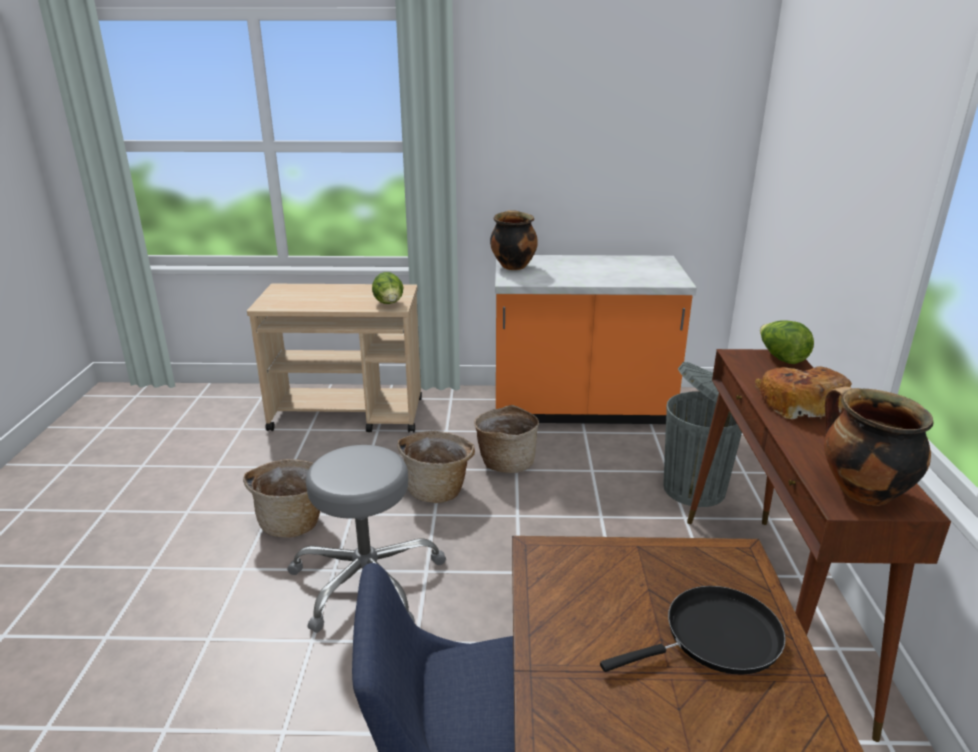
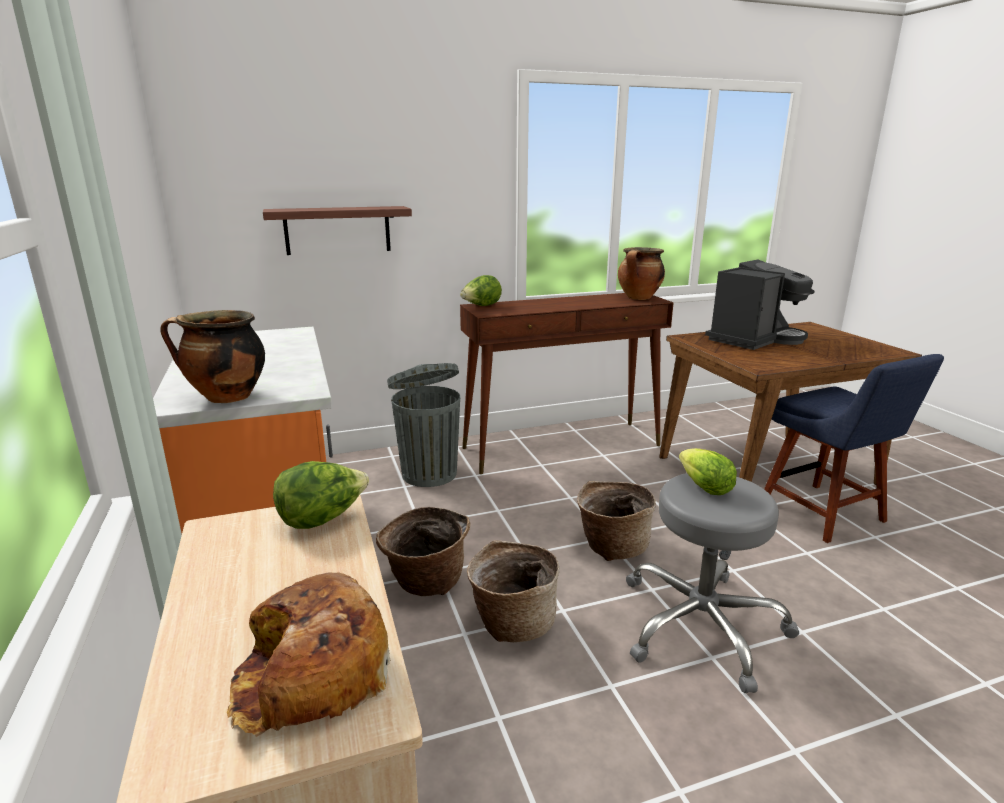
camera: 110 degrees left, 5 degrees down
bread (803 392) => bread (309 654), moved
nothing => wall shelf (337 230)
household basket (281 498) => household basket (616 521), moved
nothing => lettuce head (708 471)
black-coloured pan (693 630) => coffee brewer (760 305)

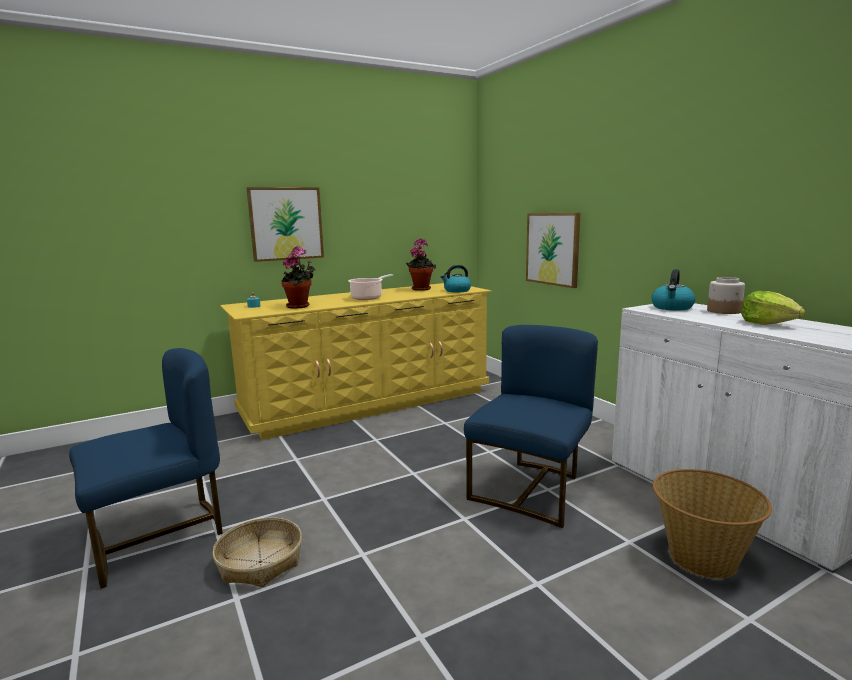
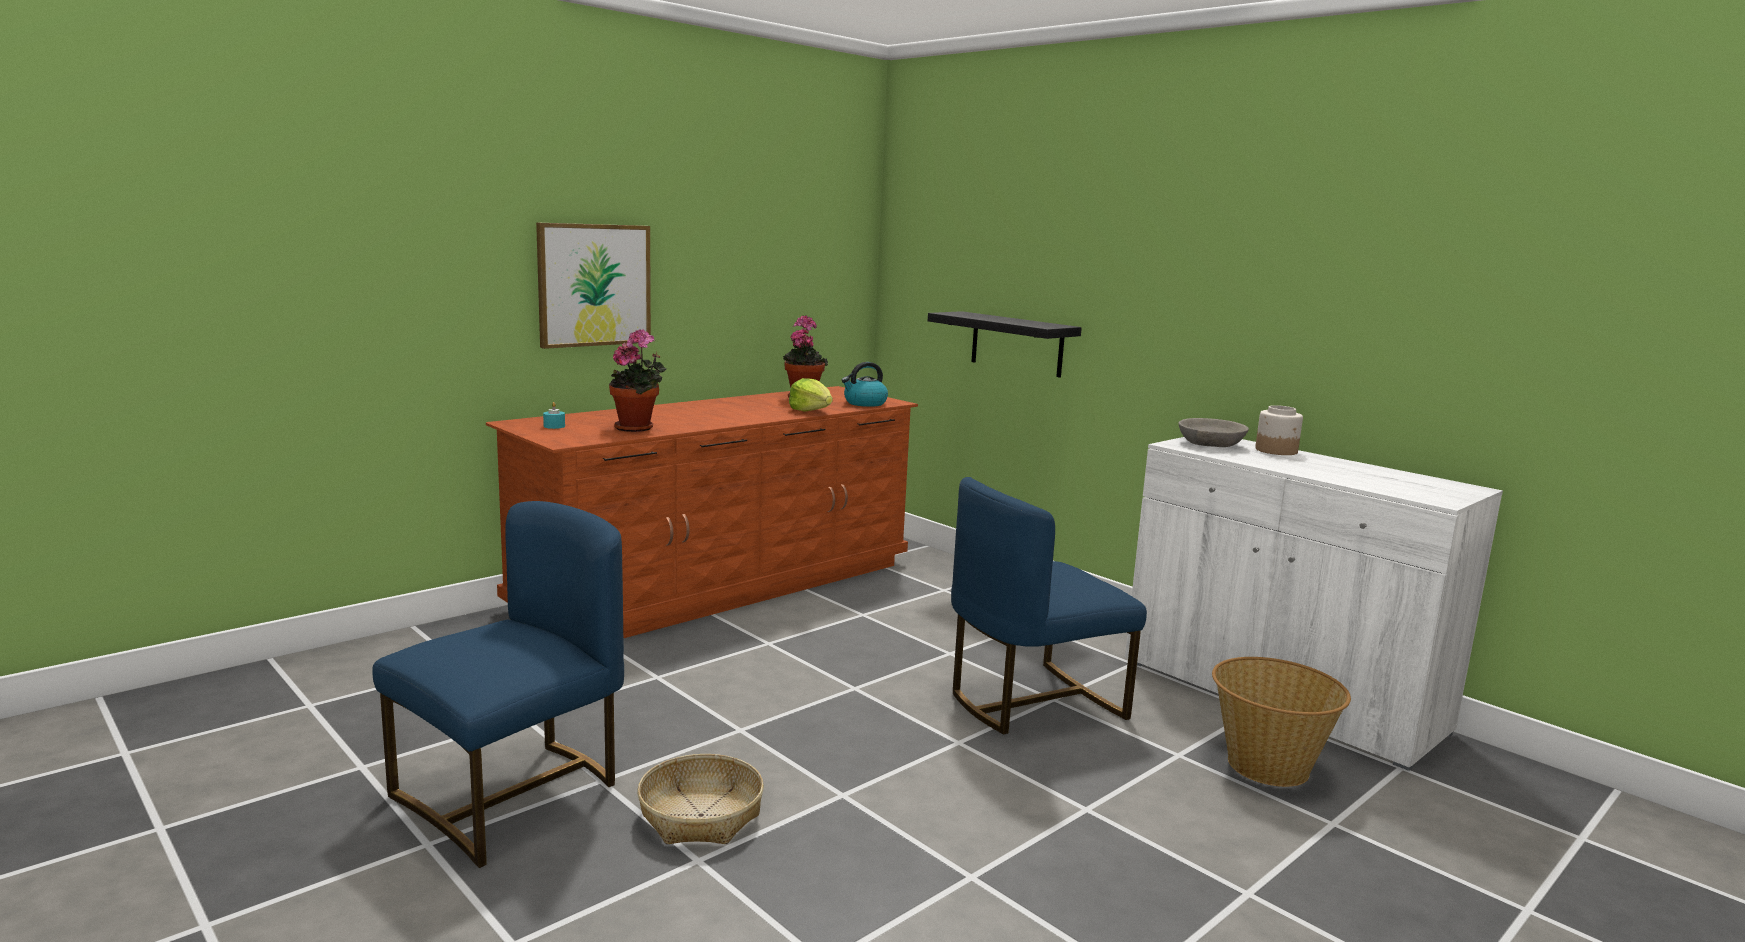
camera: 15 degrees left, 0 degrees up
yellow drawer chest (356 361) => brown-coloured drawer chest (702 512)
lettuce head (773 308) => lettuce head (811 395), moved
wall picture (553 250) => black-coloured wall shelf (1005 344)
blue-coloured chair (531 426) => blue-coloured chair (1049 605), 135 degrees counterclockwise
tea kettle (674 289) => grey deep dish (1214 432)
cooking pot (370 287) => nothing

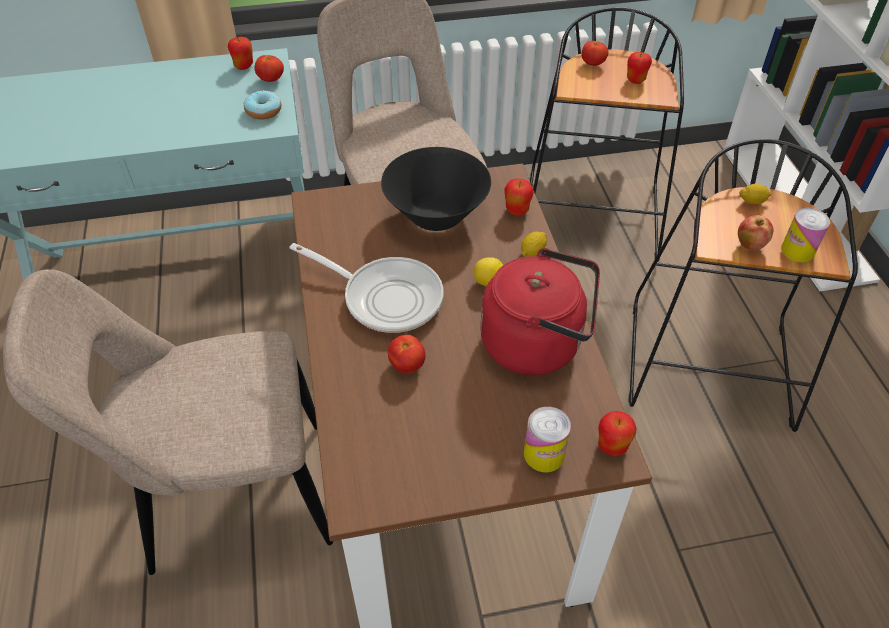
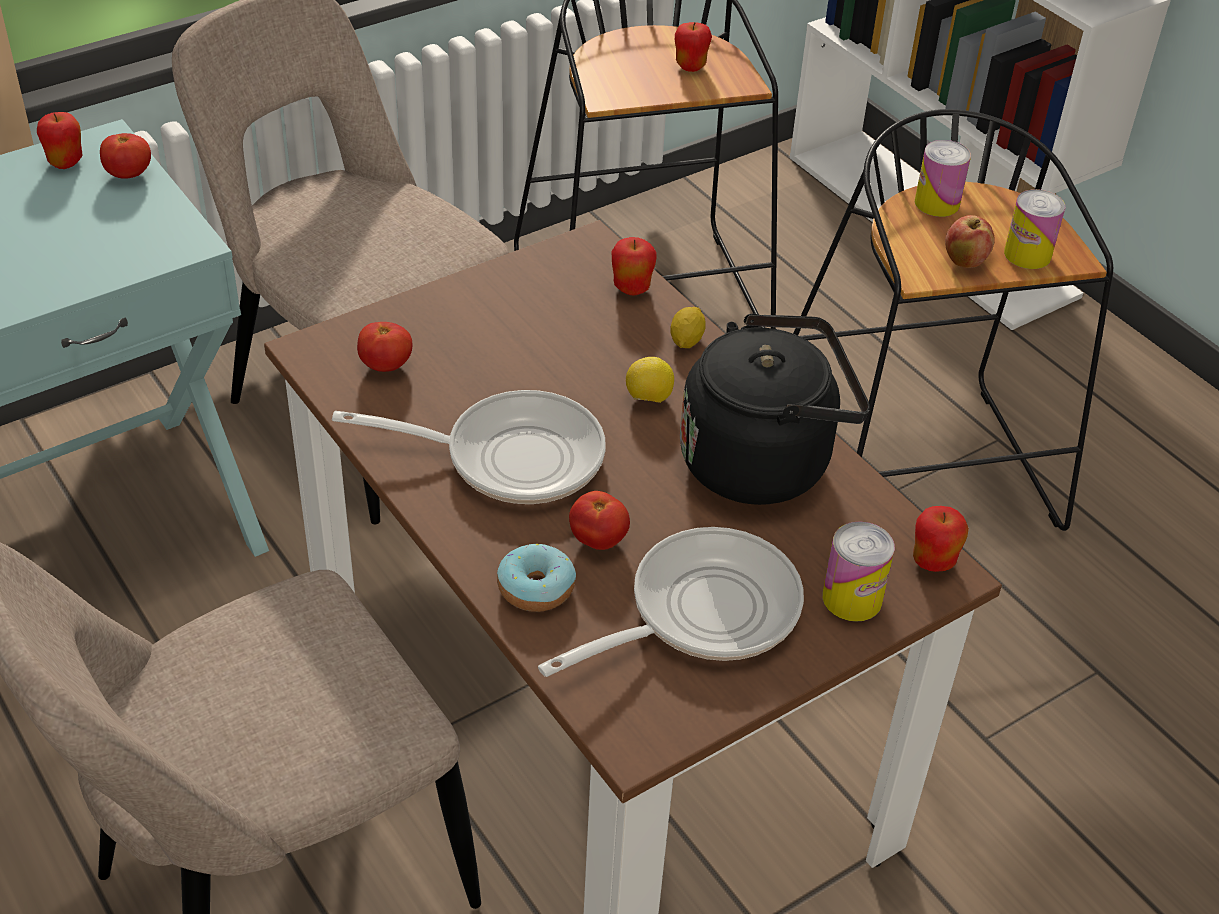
camera: 25 degrees left, 5 degrees down
whole tomato (594 53) => whole tomato (384 347), moved
donut (262 105) => donut (536 578), moved
nothing => pan (671 602)
red-coloured tea kettle (540 311) => black-coloured tea kettle (775 409)
whole lemon (755 194) => metal can (943 178)
black-coloured deep dish (436 189) => nothing

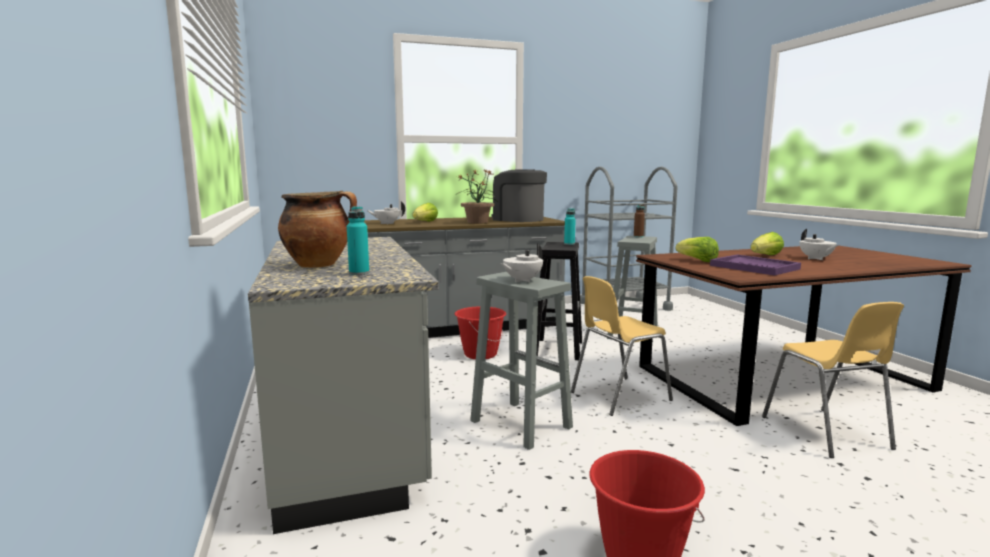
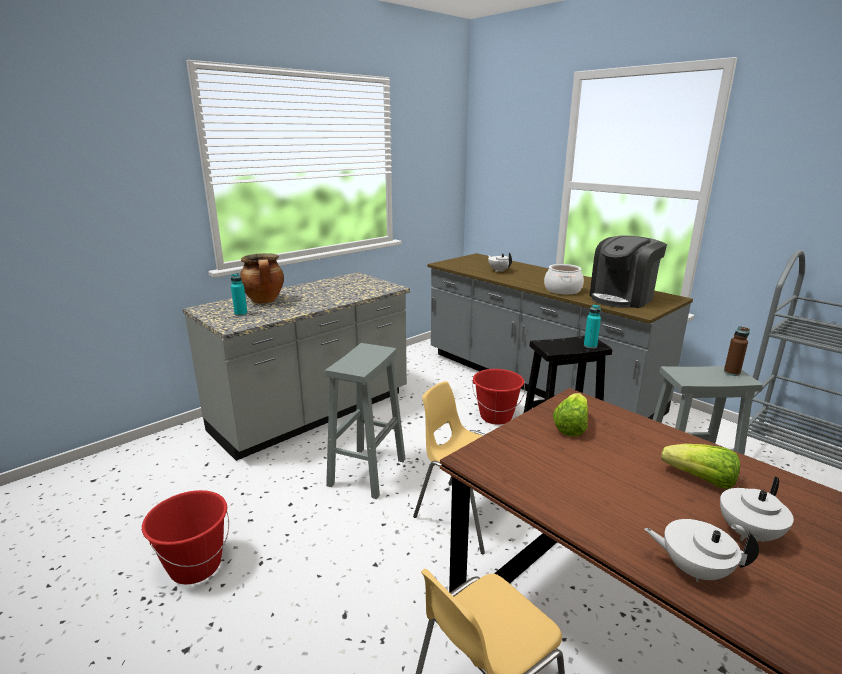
camera: 65 degrees right, 10 degrees up
plant in a pot (476 196) => cooking pot (564 279)
coffee brewer (519 196) => coffee brewer (628 271), 150 degrees counterclockwise
white-coloured pot for tea (521 263) => white-coloured pot for tea (701 550), moved
lettuce head (425 212) => nothing
purple-coloured serving tray (755 265) => nothing

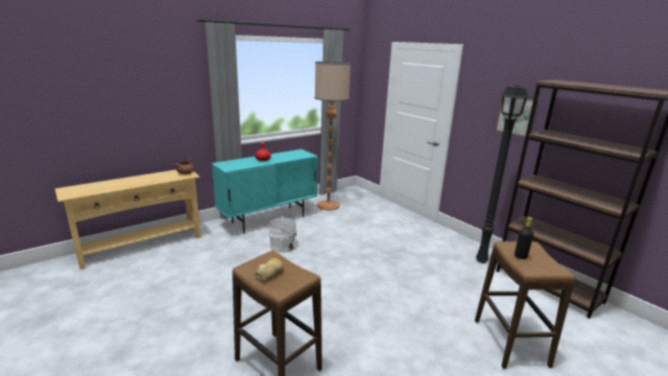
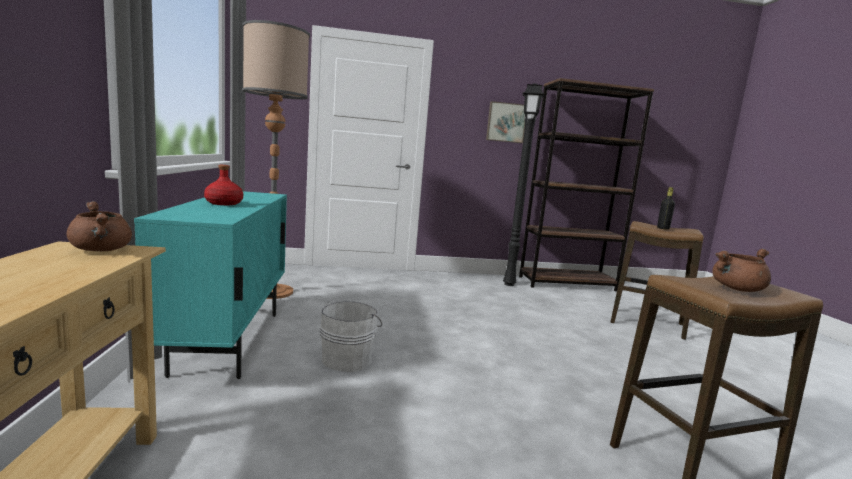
camera: 60 degrees left, 10 degrees down
bread (269 269) => brown-coloured cooking pot (741 270)

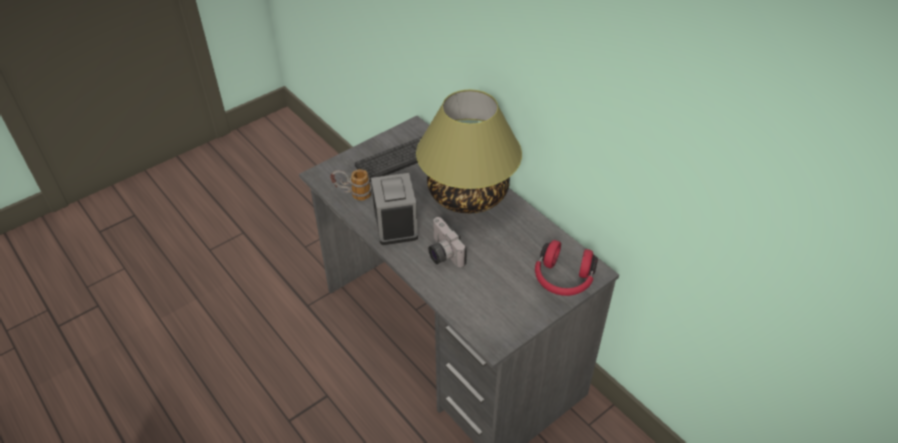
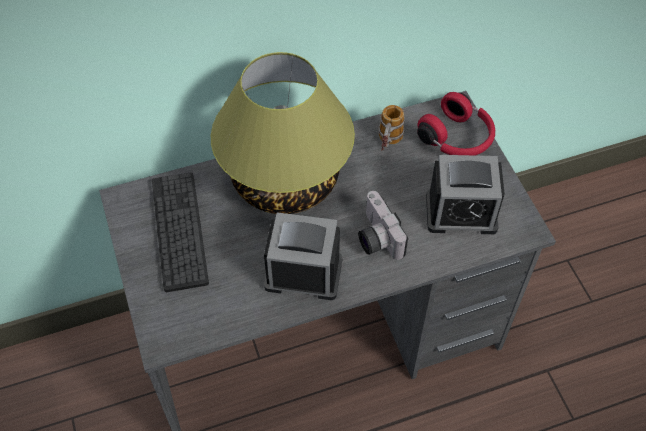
camera: 70 degrees left, 10 degrees up
photo camera (447 242) => photo camera (383 225), 75 degrees clockwise
coffee mug (350 185) => coffee mug (391 128), moved
nothing => bedside clock (465 194)

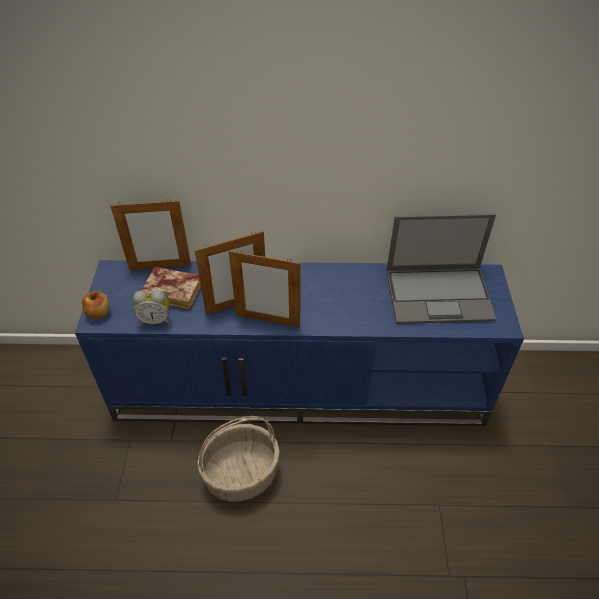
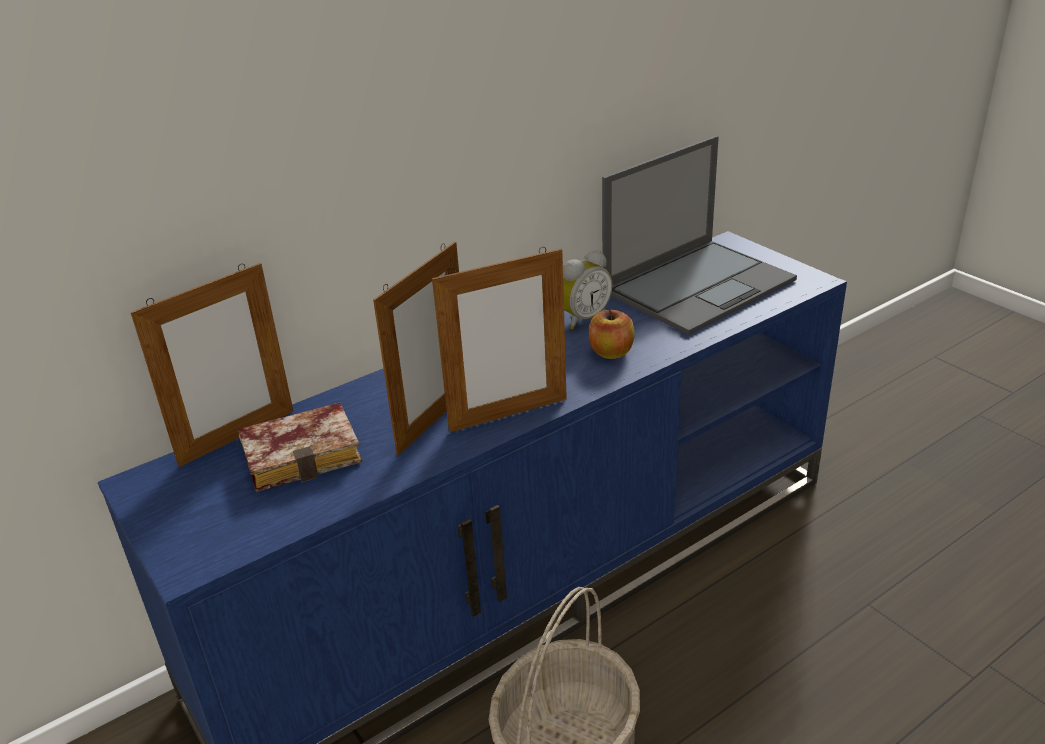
camera: 35 degrees left, 15 degrees down
bedside clock (151 307) => bedside clock (588 289), moved
apple (96 305) => apple (612 334), moved

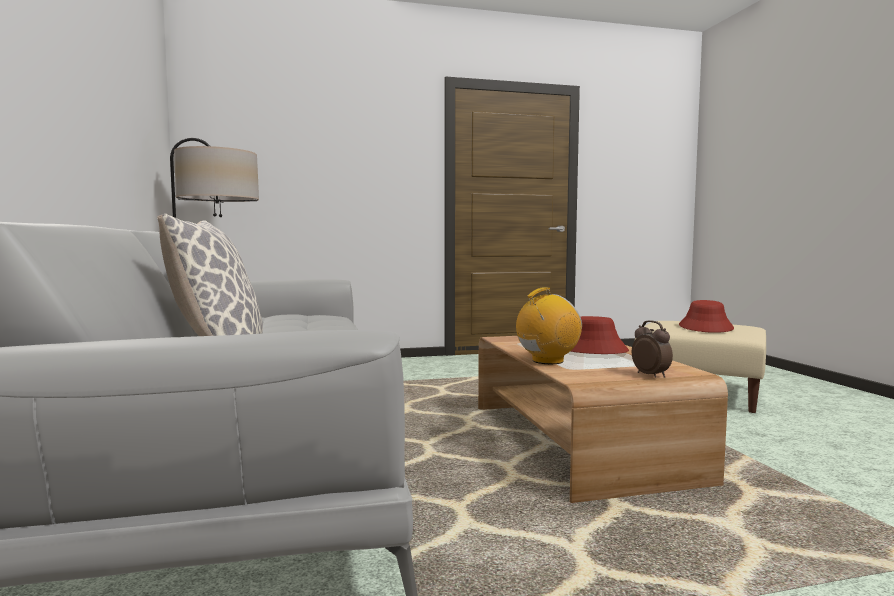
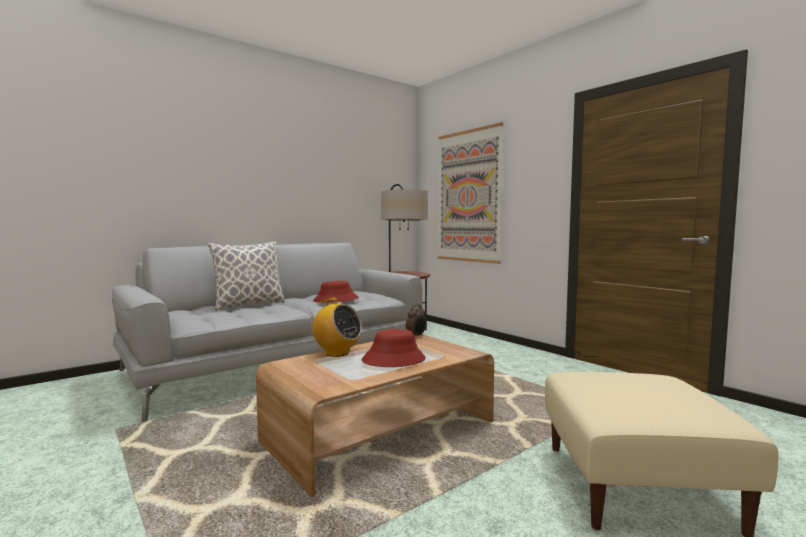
camera: 65 degrees right, 0 degrees up
red-coloured wearable hat (706 316) => red-coloured wearable hat (336 292), moved
bedside clock (652 349) => bedside clock (416 321), moved
nothing => wall picture (470 193)

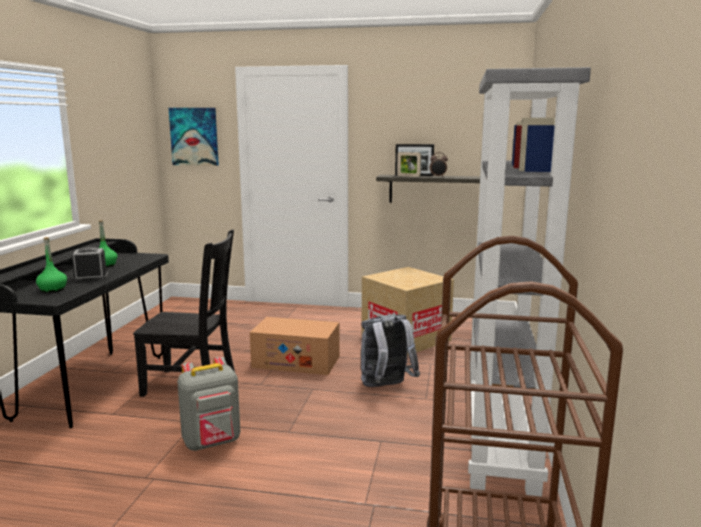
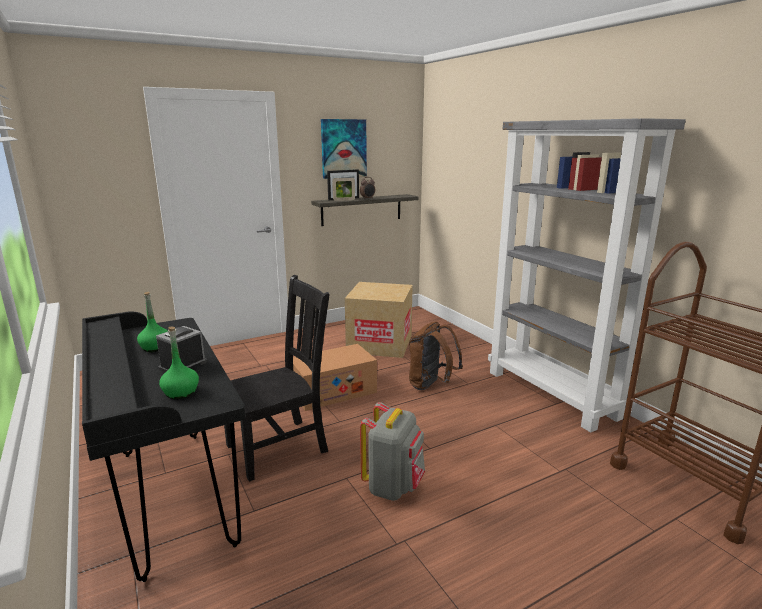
camera: 40 degrees left, 5 degrees up
wall picture (194 137) => wall picture (344 149), moved
grey rucksack (390 350) => brown-coloured rucksack (436 356)

